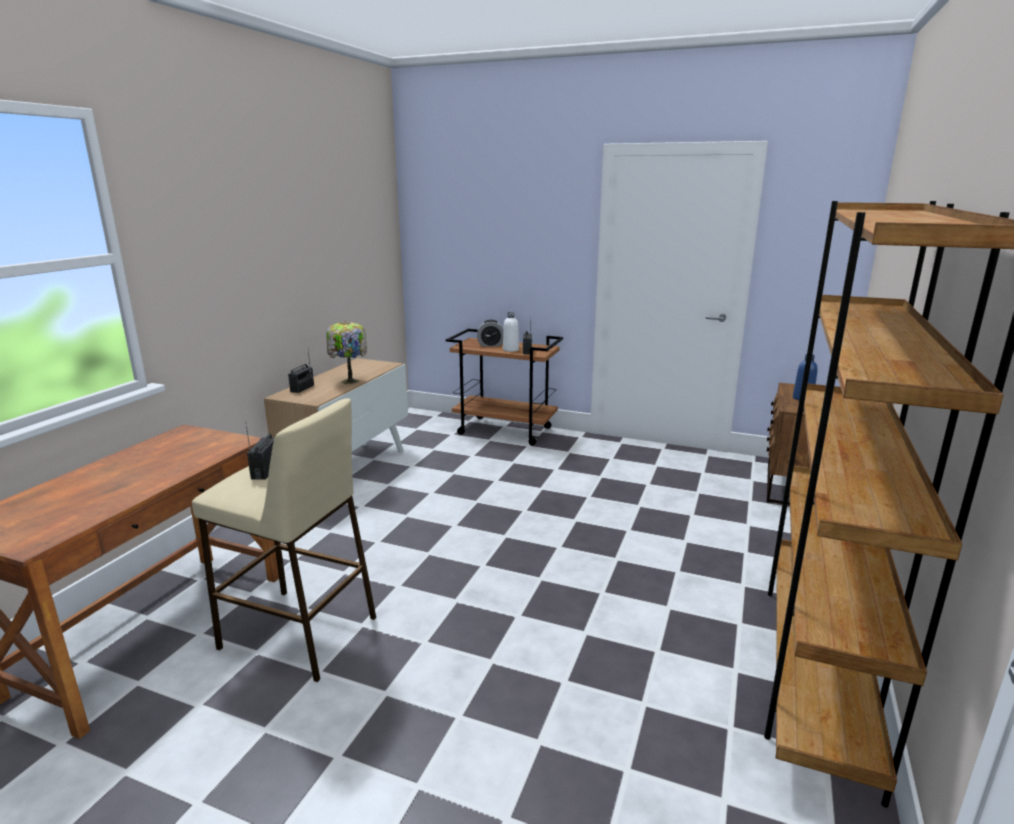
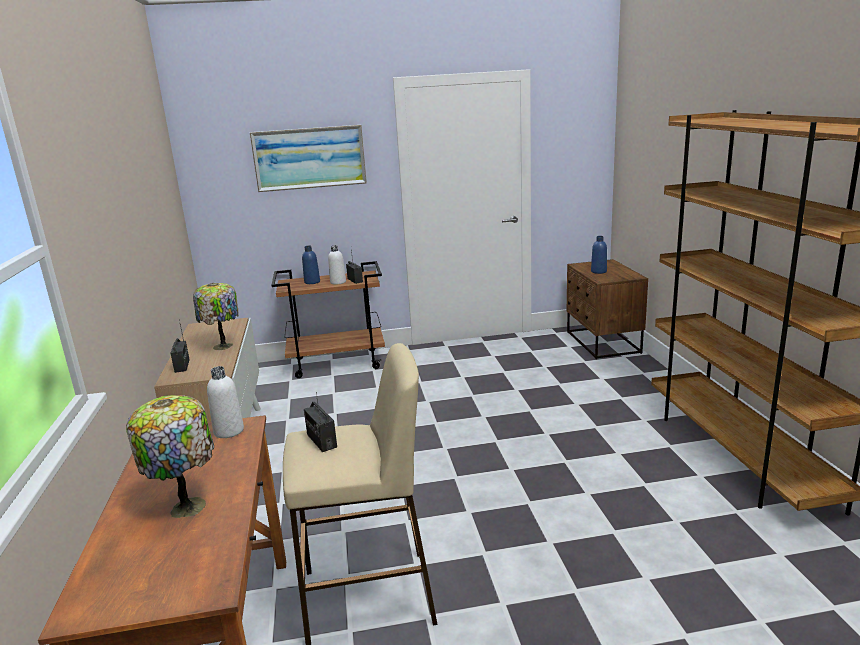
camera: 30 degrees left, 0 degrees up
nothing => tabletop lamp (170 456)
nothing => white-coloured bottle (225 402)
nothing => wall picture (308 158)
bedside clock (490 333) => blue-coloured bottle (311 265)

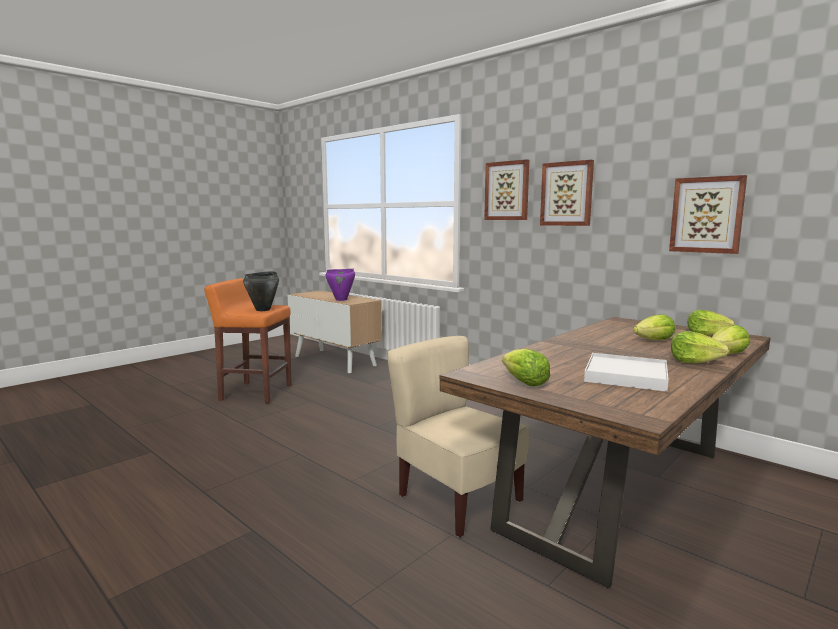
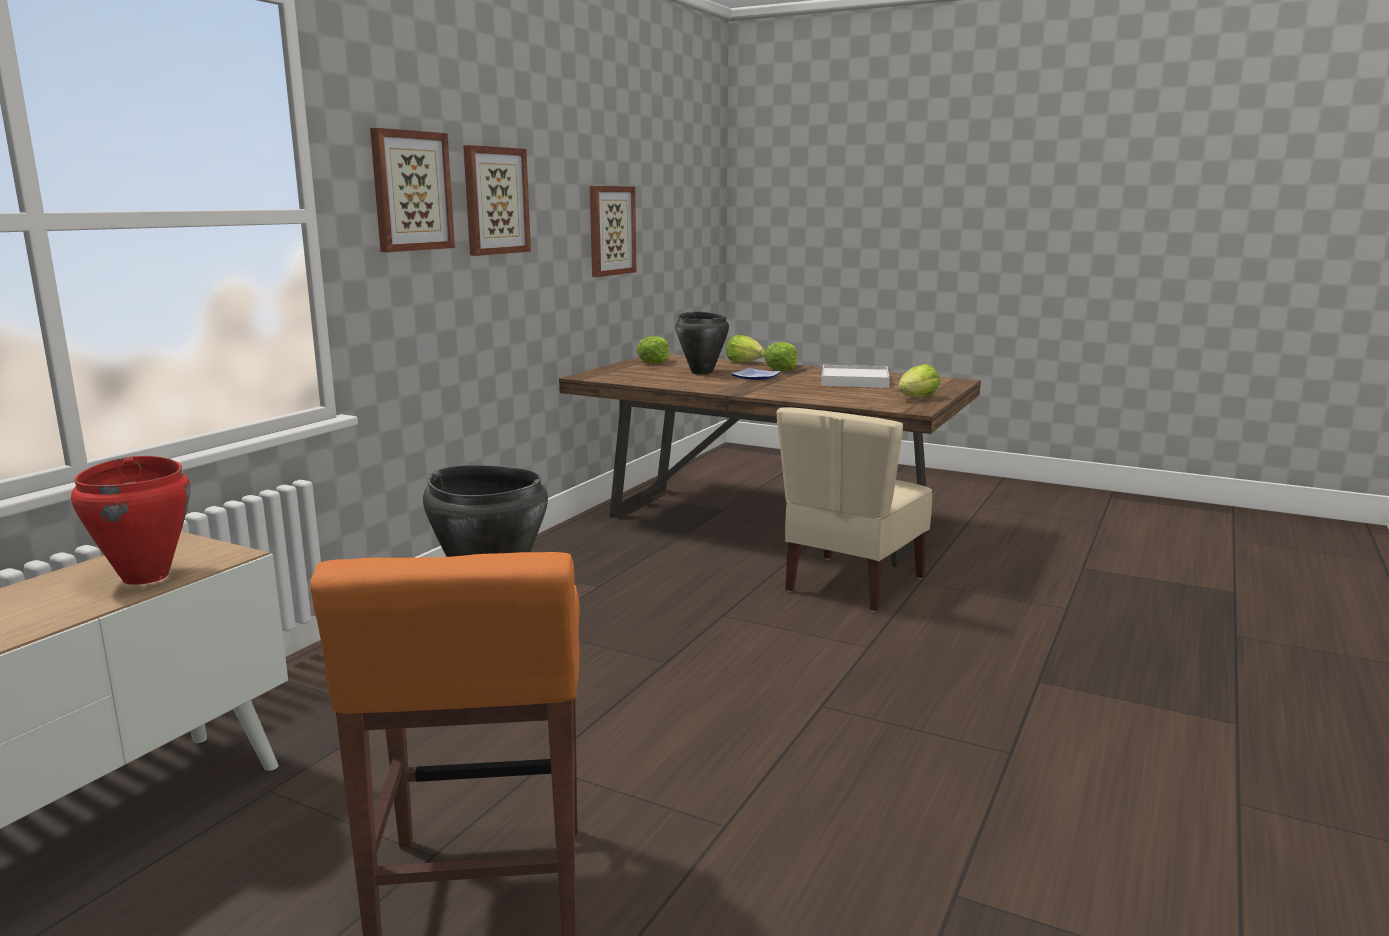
camera: 105 degrees left, 5 degrees up
purple-coloured cooking pot (340 285) => red-coloured cooking pot (131 520)
lettuce head (654 327) => black-coloured cooking pot (702 343)
nothing => flat dish (755 374)

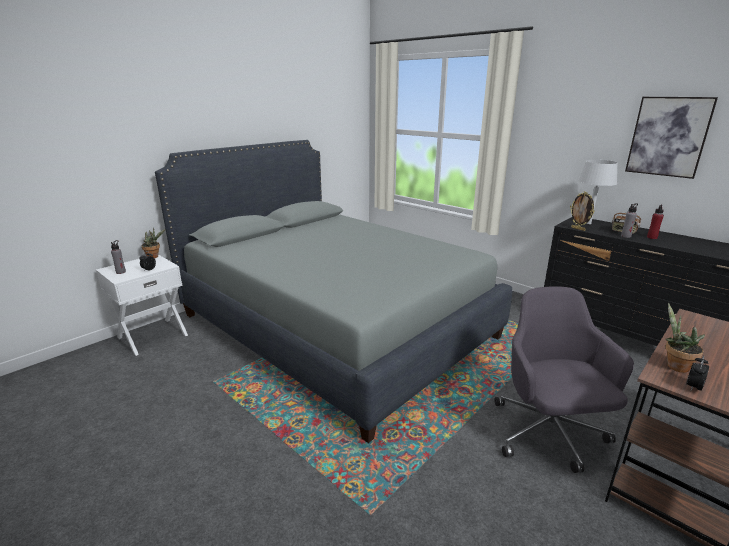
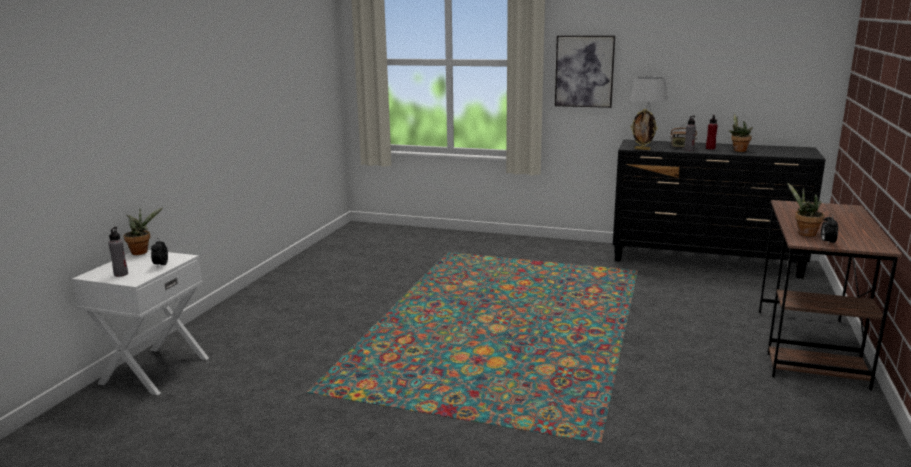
camera: 25 degrees left, 5 degrees down
wall picture (671 138) => wall picture (585 71), moved
nothing => plant in a pot (740 133)
grey bed (333 291) => nothing
grey desk chair (564 379) => nothing

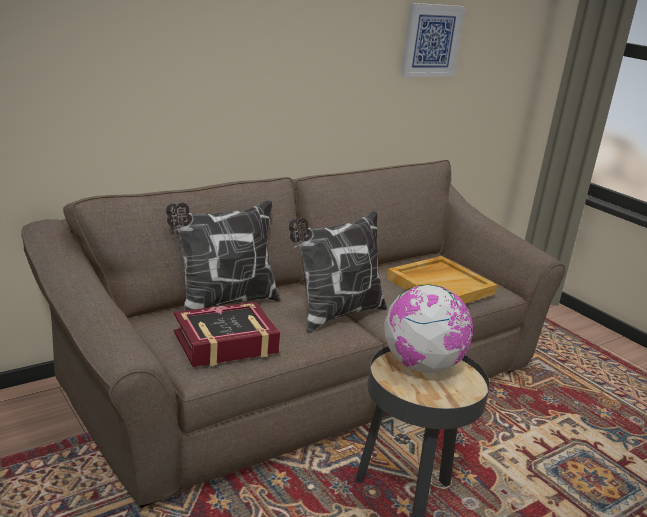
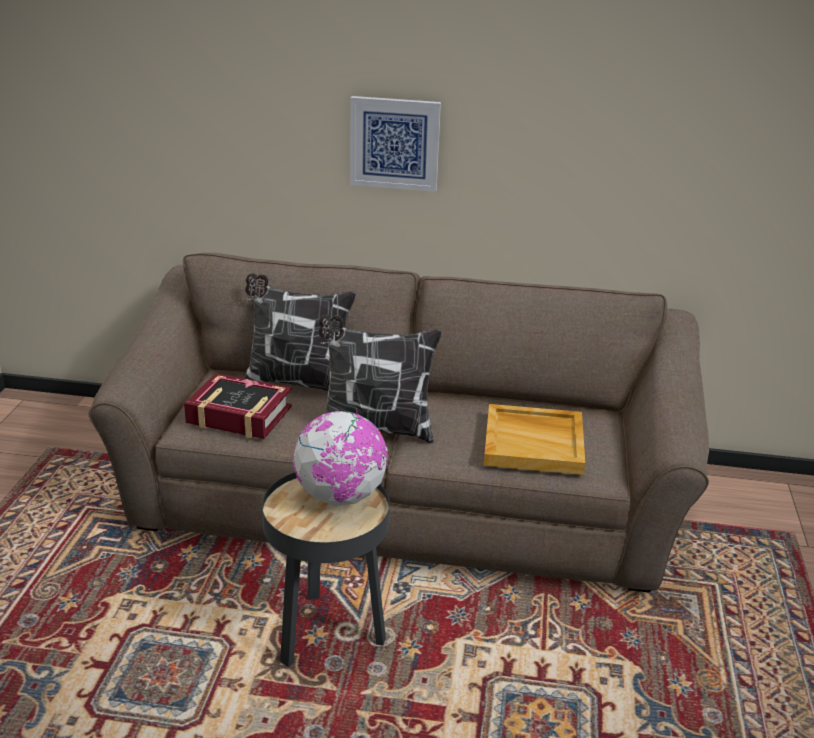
camera: 45 degrees right, 5 degrees up
wall picture (433 40) => wall picture (395 144), moved

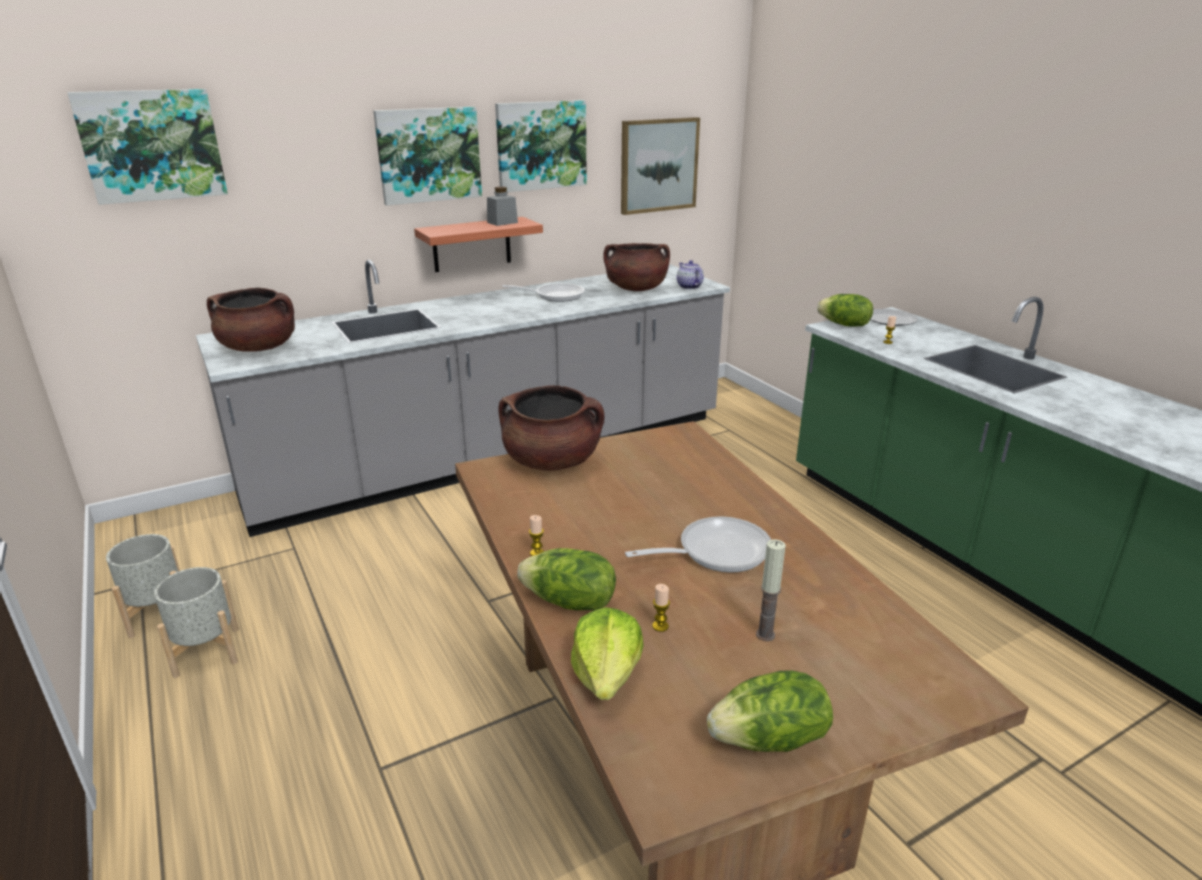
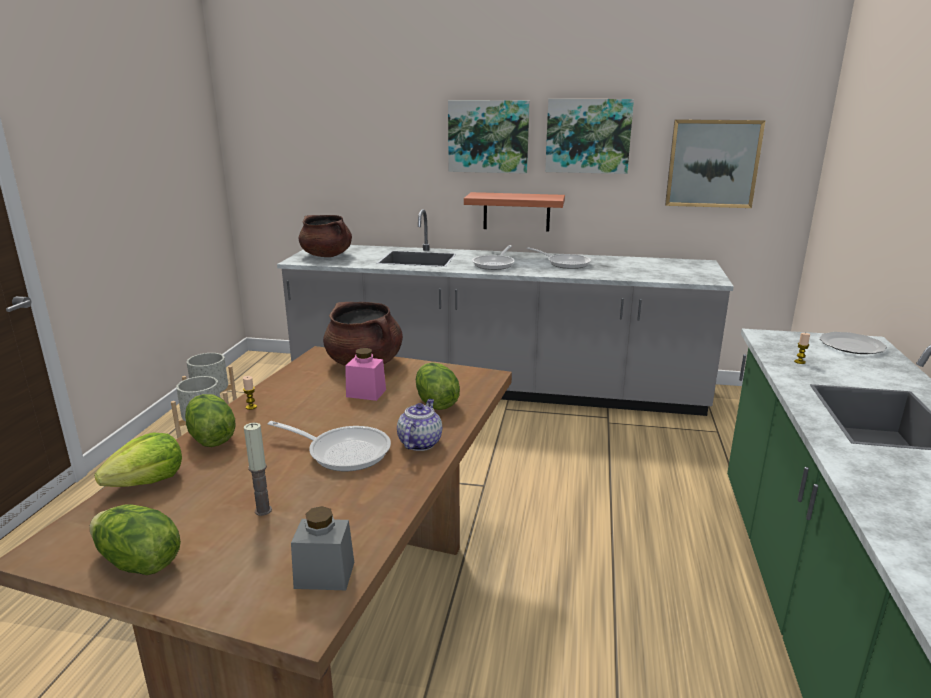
camera: 40 degrees right, 5 degrees down
grey jar (502 206) => grey jar (322 548), moved
nothing => pink jar (365 374)
pot for tea (690 274) => pot for tea (419 425), moved
lettuce head (845 310) => lettuce head (438 386), moved
nothing => pan (493 257)
wall picture (148 147) => nothing
brown-coloured cooking pot (636 267) => nothing
wax candle (661 608) => nothing

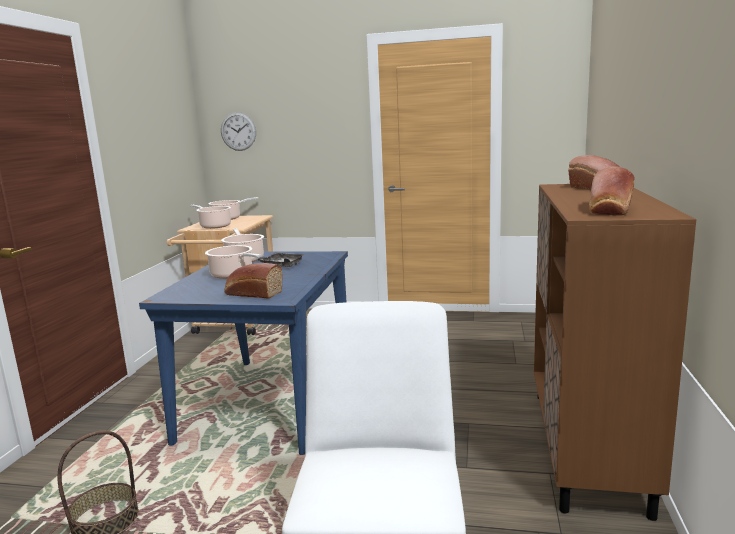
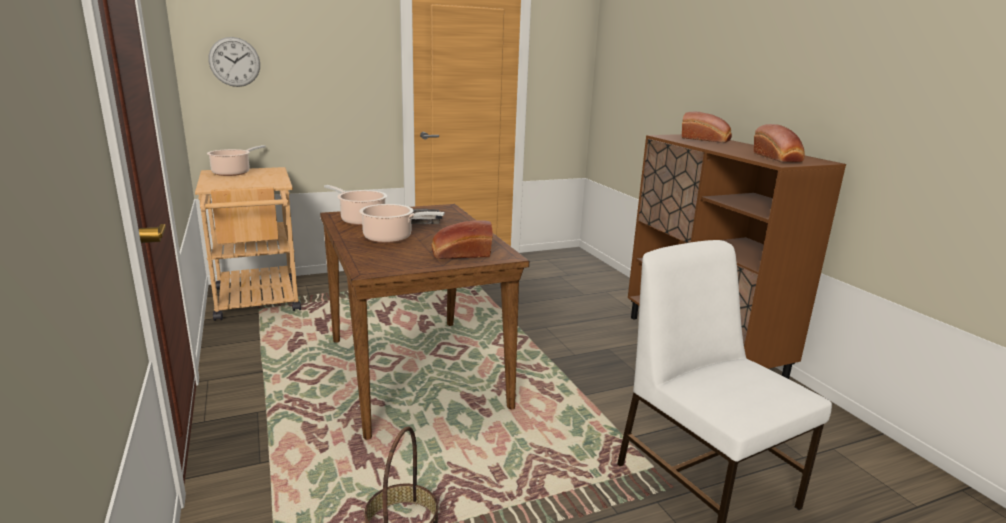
camera: 35 degrees left, 5 degrees up
blue-coloured dinner table (243 353) => brown-coloured dinner table (424 322)
cooking pot (210 217) => nothing

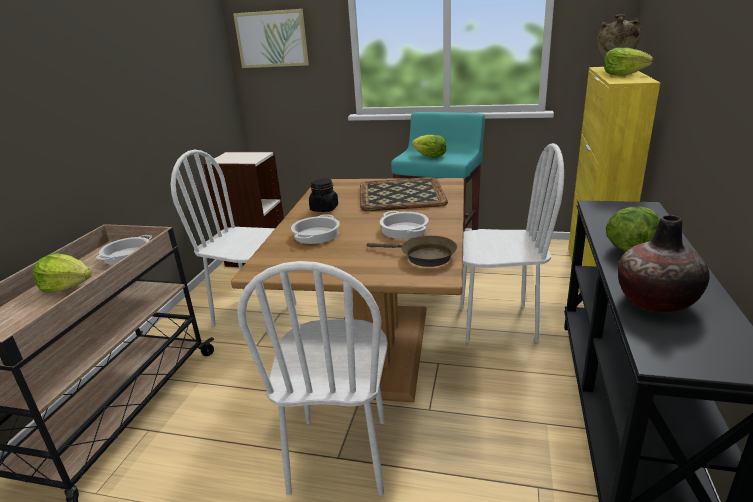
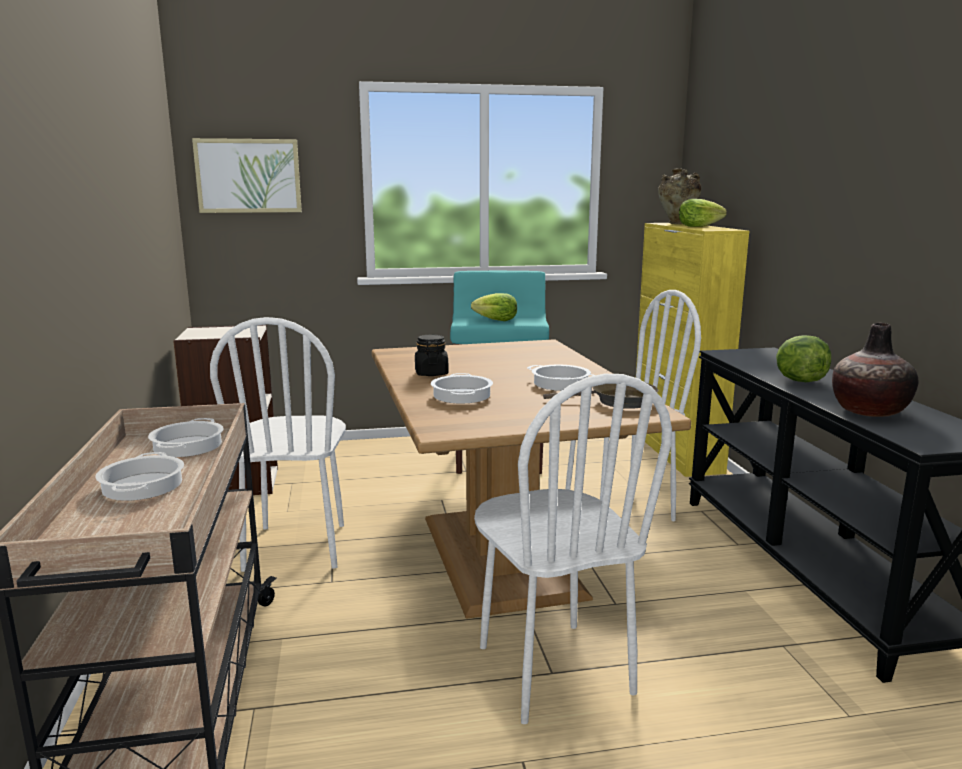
camera: 25 degrees left, 10 degrees down
lettuce head (62 273) => cooking pot (140 476)
white-coloured chair (234 242) => white-coloured chair (278 444), 90 degrees counterclockwise
serving tray (404 194) => nothing

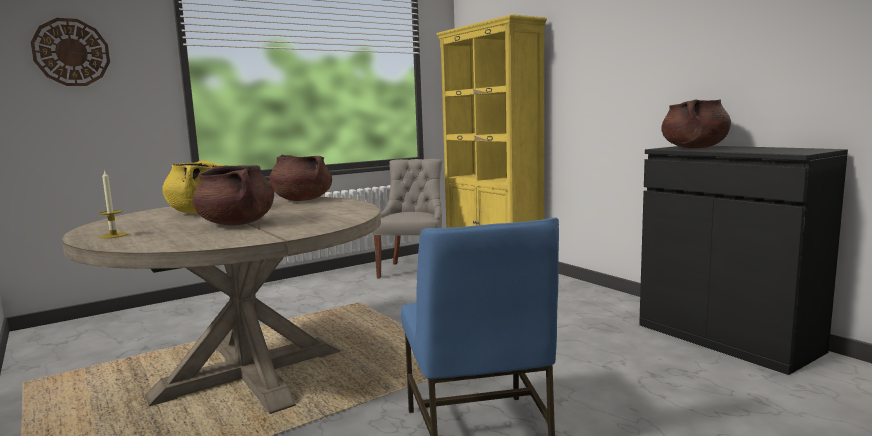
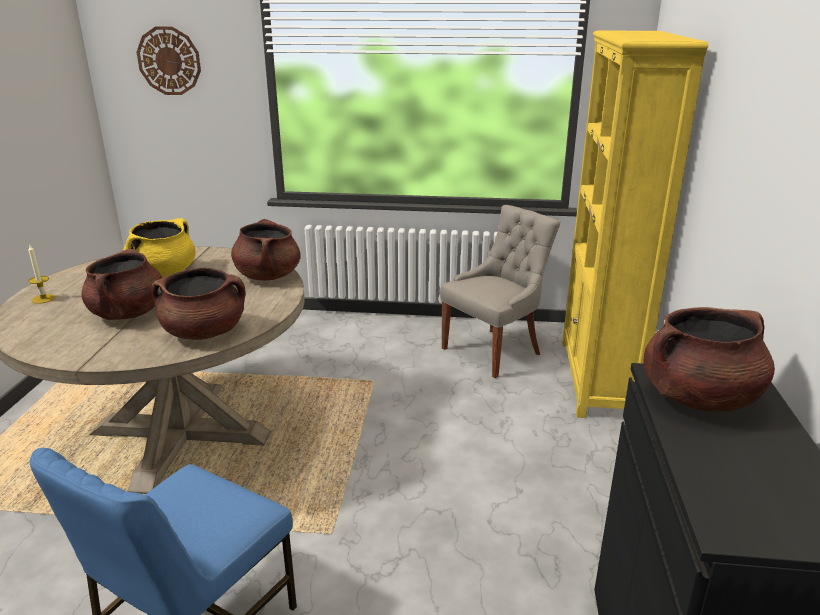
camera: 40 degrees right, 15 degrees up
nothing => brown-coloured cooking pot (198 304)

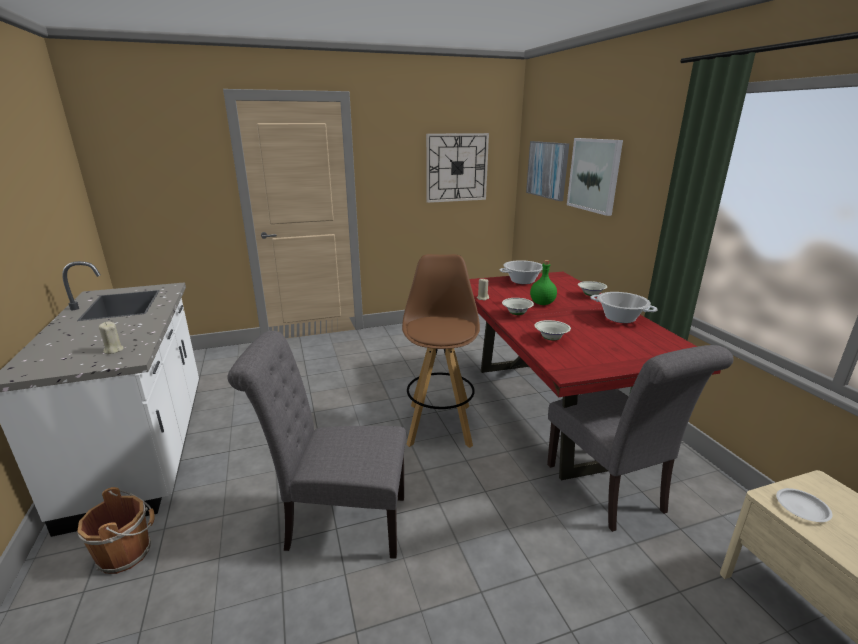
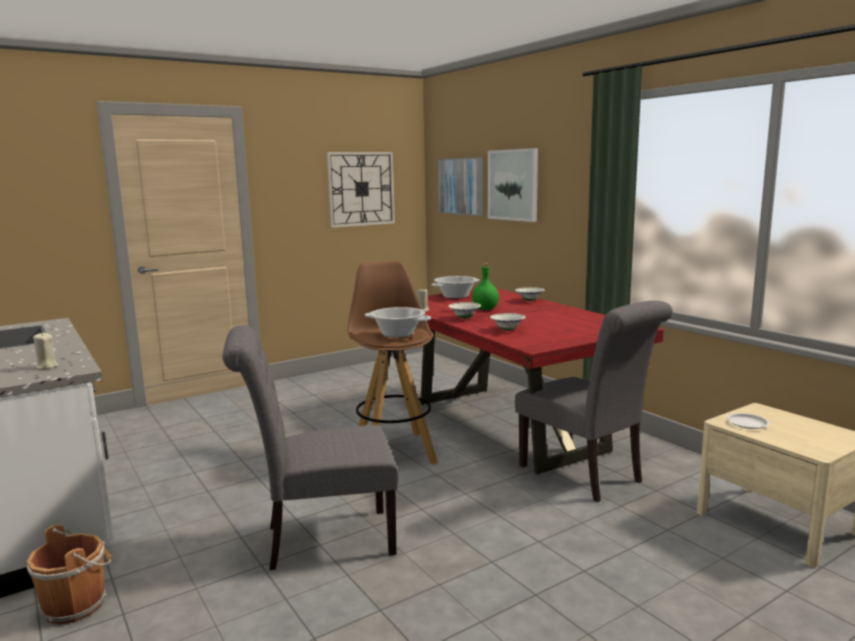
camera: 15 degrees left, 10 degrees down
cooking pot (624 307) => cooking pot (398 322), moved

